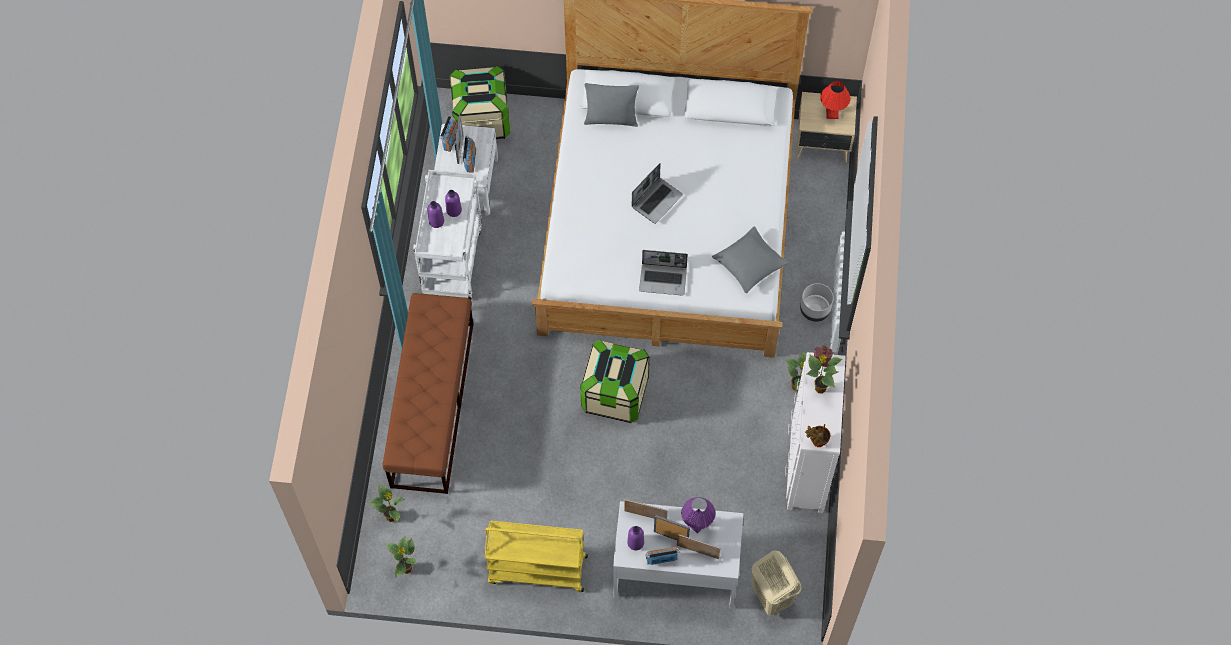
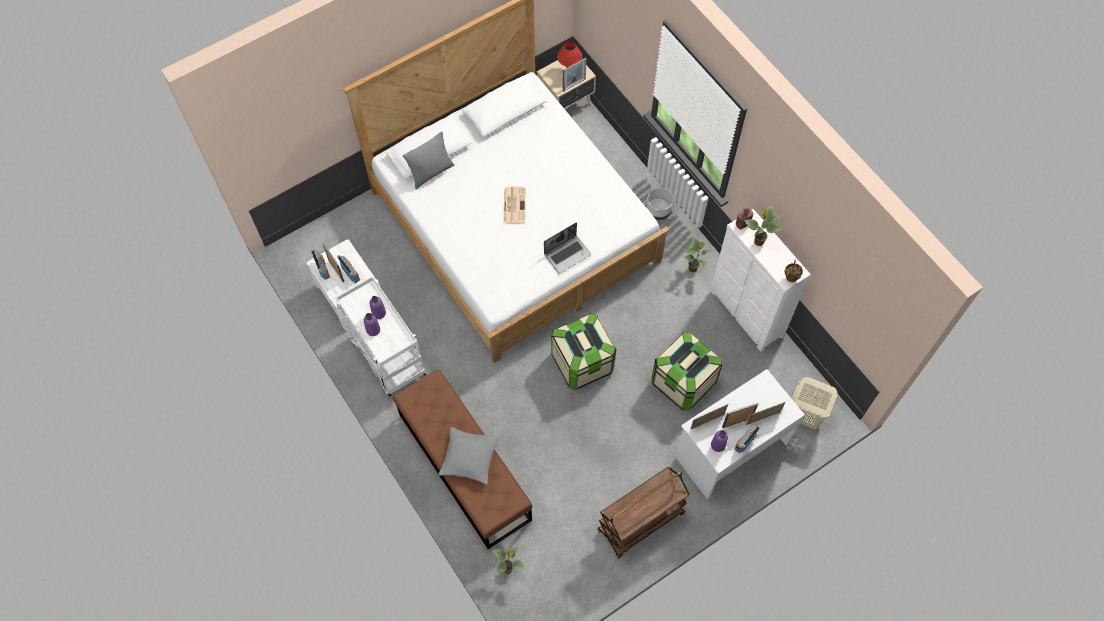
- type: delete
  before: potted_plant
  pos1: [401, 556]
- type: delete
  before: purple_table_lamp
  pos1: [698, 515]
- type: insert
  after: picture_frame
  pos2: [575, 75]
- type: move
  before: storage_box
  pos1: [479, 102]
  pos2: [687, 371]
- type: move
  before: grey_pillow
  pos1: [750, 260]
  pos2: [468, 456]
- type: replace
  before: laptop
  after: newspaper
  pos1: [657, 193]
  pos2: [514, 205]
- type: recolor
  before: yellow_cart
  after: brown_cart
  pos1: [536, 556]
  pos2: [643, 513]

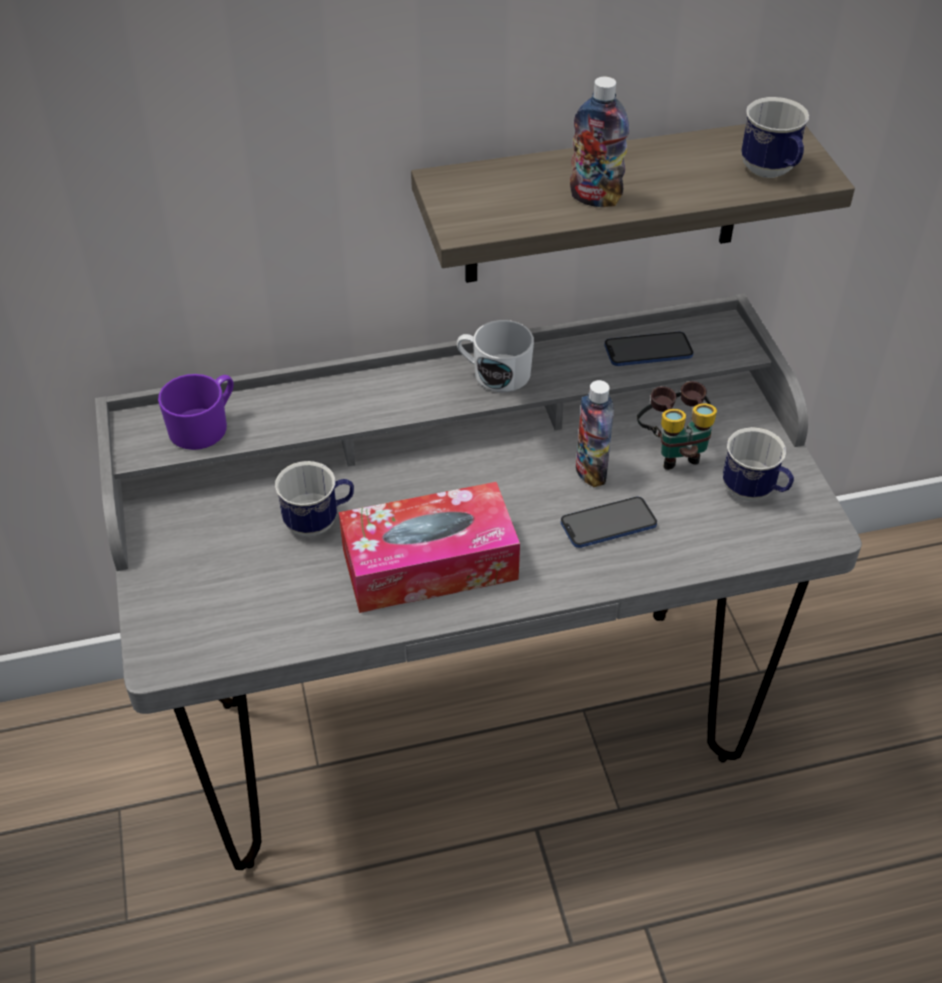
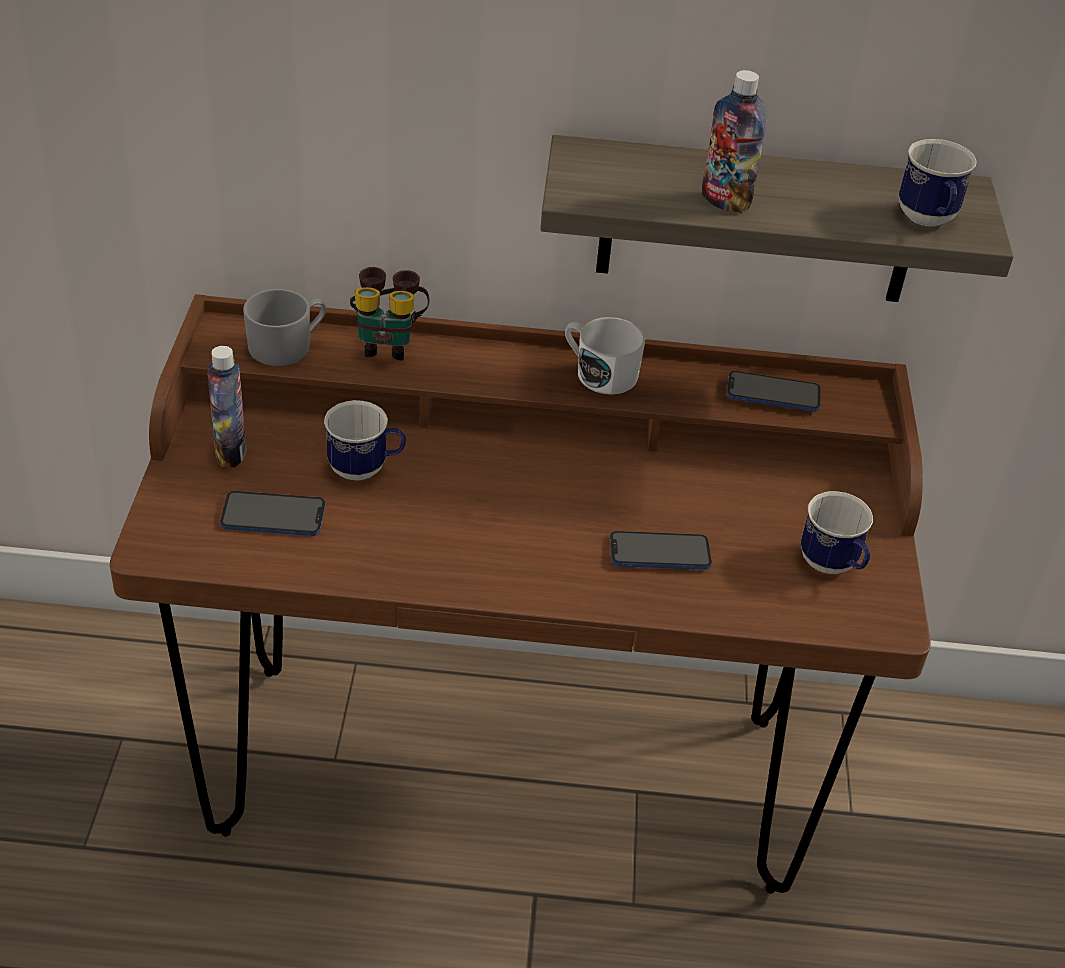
- type: delete
  before: tissue_box
  pos1: [429, 547]
- type: insert
  after: phone
  pos2: [272, 513]
- type: move
  before: bottle
  pos1: [595, 433]
  pos2: [226, 406]
- type: move
  before: binoculars
  pos1: [677, 425]
  pos2: [390, 314]
- type: recolor
  before: grey_desk
  after: brown_desk
  pos1: [478, 582]
  pos2: [520, 594]
- type: recolor
  before: purple_mug
  after: grey_mug
  pos1: [196, 412]
  pos2: [284, 327]

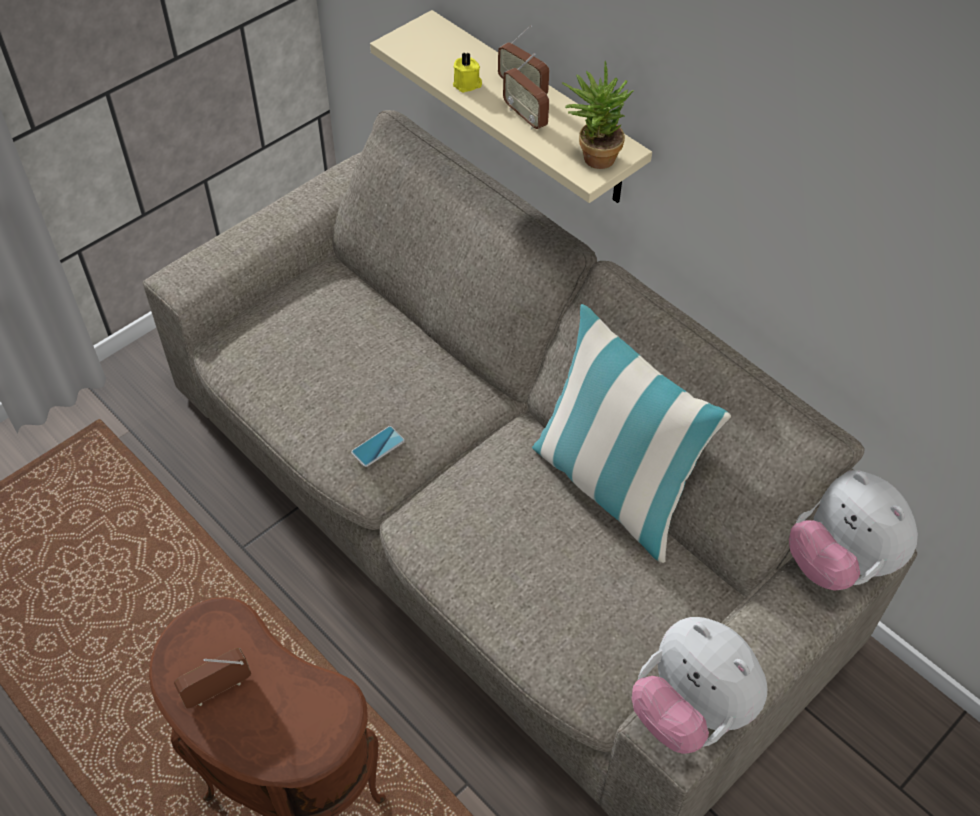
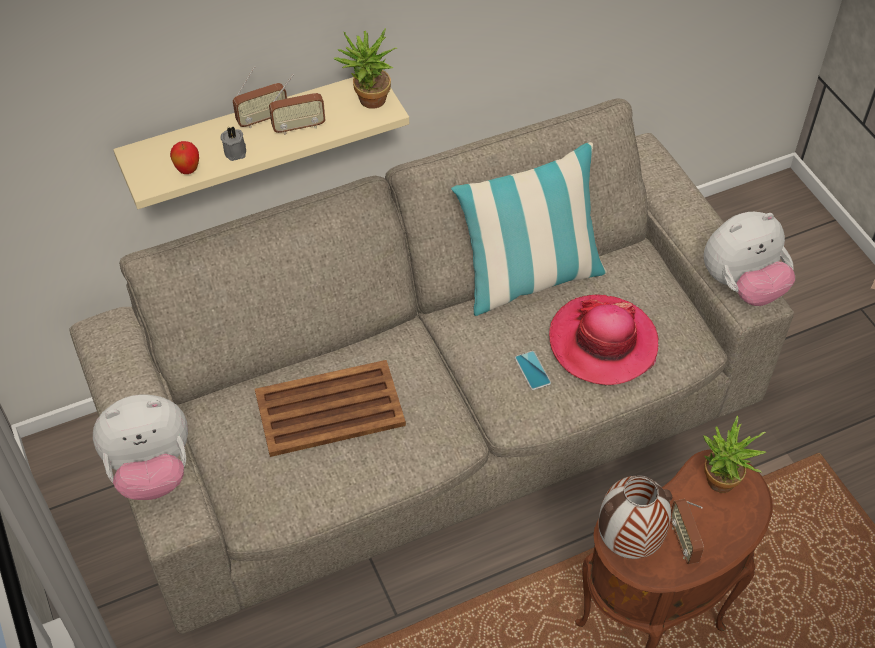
- type: insert
  after: apple
  pos2: [184, 157]
- type: insert
  after: brown_tray
  pos2: [330, 408]
- type: insert
  after: hat
  pos2: [603, 340]
- type: insert
  after: vase
  pos2: [635, 517]
- type: insert
  after: potted_plant
  pos2: [734, 454]
- type: move
  before: phone
  pos1: [378, 446]
  pos2: [533, 370]
- type: move
  before: plush_toy
  pos1: [853, 530]
  pos2: [140, 447]
- type: recolor
  before: yellow_candle
  after: grey_candle
  pos1: [467, 72]
  pos2: [233, 144]

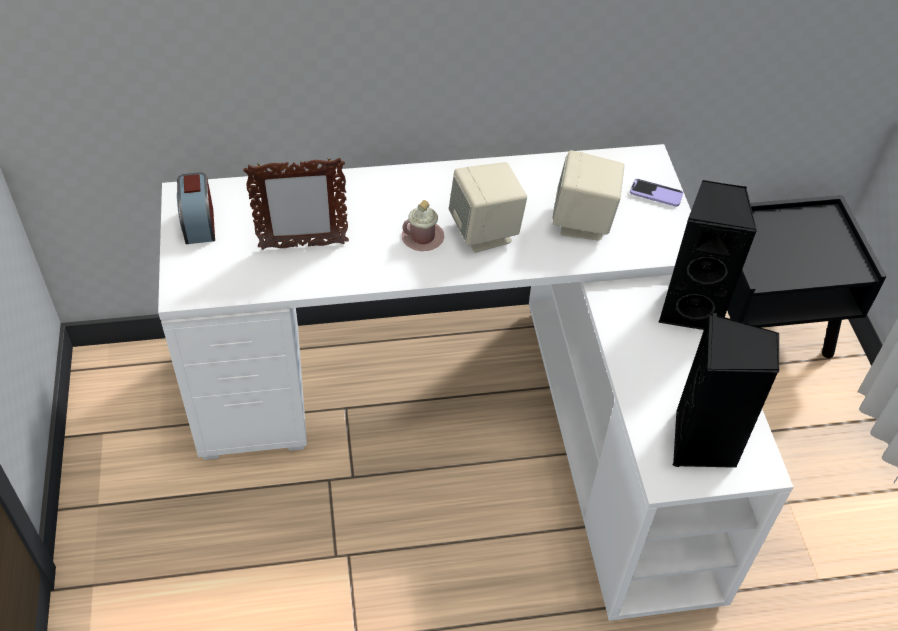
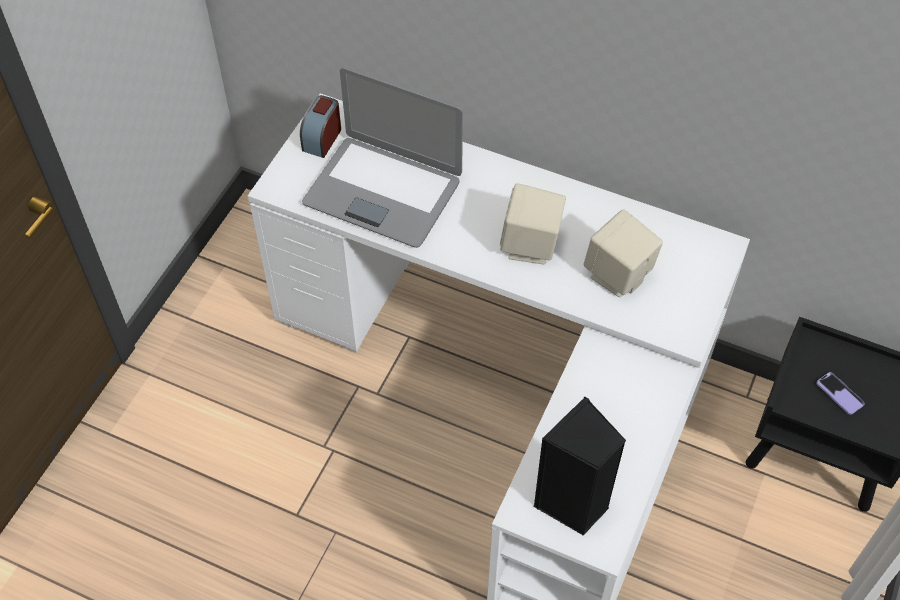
- type: delete
  before: pink_mug
  pos1: [423, 225]
- type: delete
  before: black_speaker
  pos1: [707, 255]
- type: move
  before: phone
  pos1: [656, 193]
  pos2: [840, 393]
- type: replace
  before: picture_frame
  after: laptop
  pos1: [296, 203]
  pos2: [382, 157]

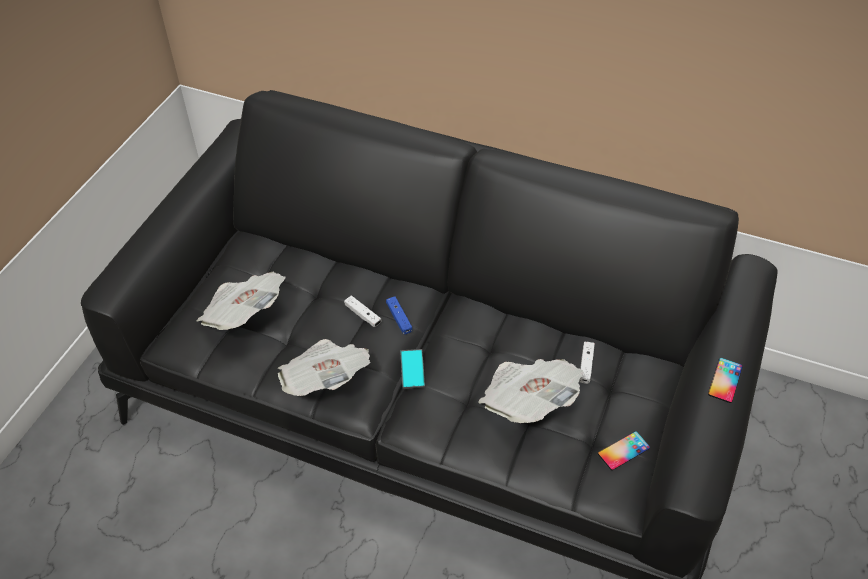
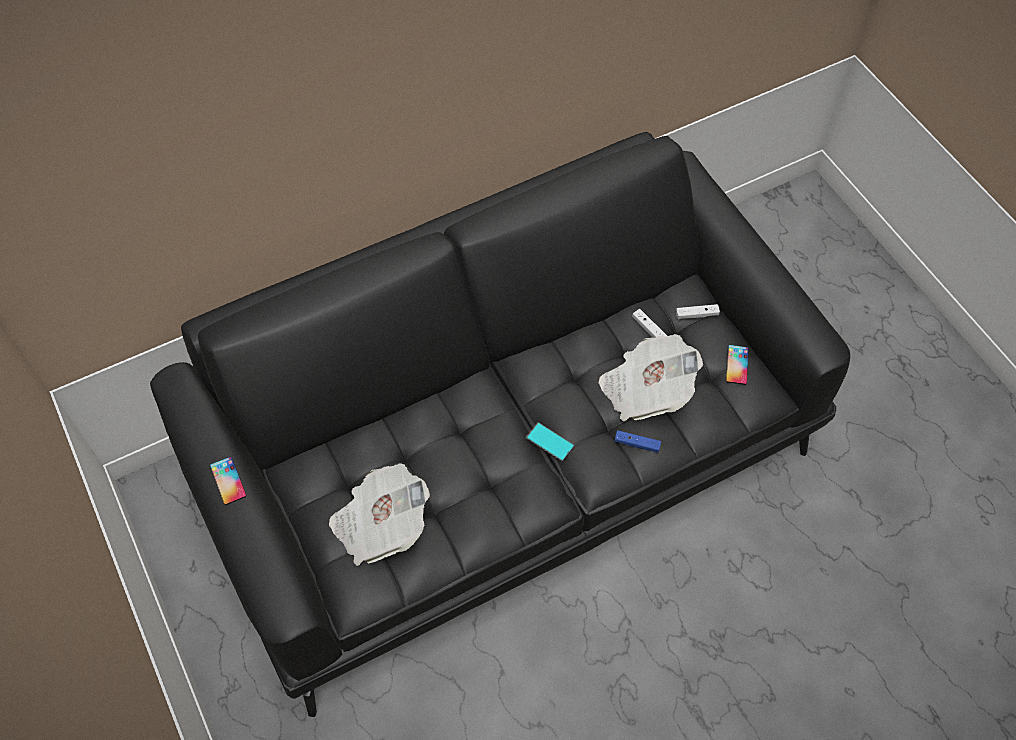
- type: delete
  before: newspaper
  pos1: [324, 367]
- type: move
  before: white_game_controller
  pos1: [362, 311]
  pos2: [698, 311]
- type: move
  before: blue_game_controller
  pos1: [399, 315]
  pos2: [638, 441]
- type: move
  before: phone
  pos1: [725, 380]
  pos2: [228, 481]

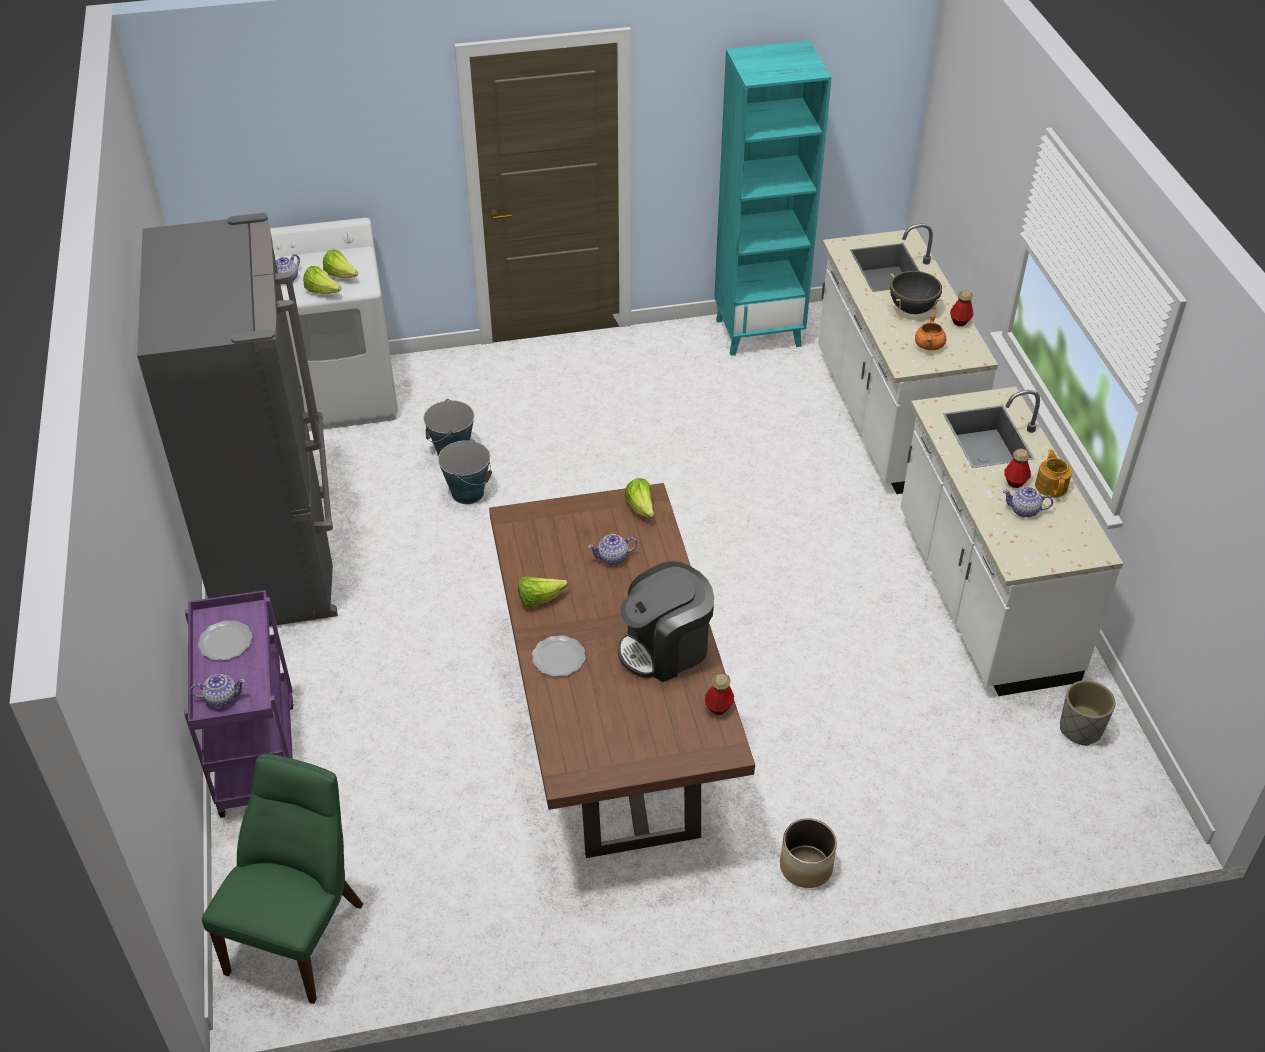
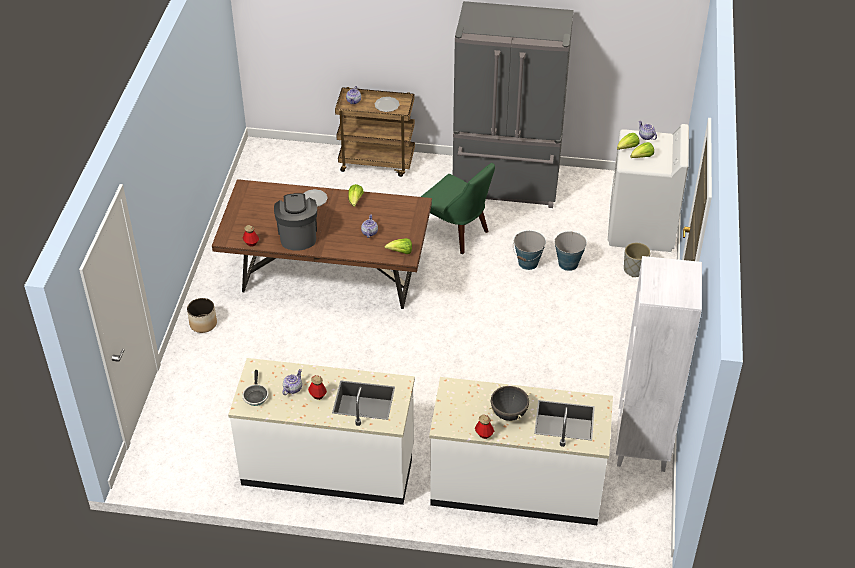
- type: delete
  before: orange_cooking_pot
  pos1: [930, 331]
- type: delete
  before: teapot
  pos1: [1053, 473]
- type: insert
  after: frying_pan
  pos2: [255, 388]
- type: move
  before: green_chair
  pos1: [282, 879]
  pos2: [458, 208]
- type: move
  before: grey_planter
  pos1: [1088, 713]
  pos2: [637, 260]
- type: recolor
  before: purple_cart
  after: brown_cart
  pos1: [239, 704]
  pos2: [375, 132]
- type: recolor
  before: turquoise_bookcase
  after: white_bookcase
  pos1: [773, 198]
  pos2: [659, 364]

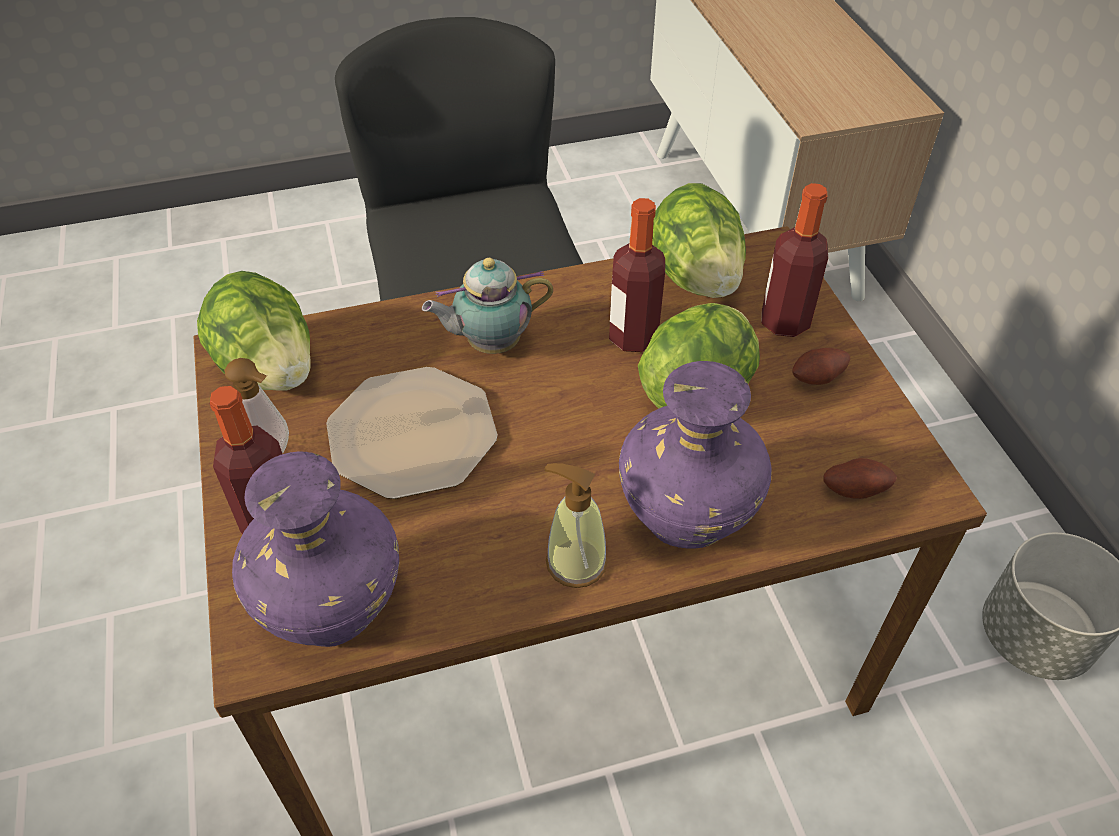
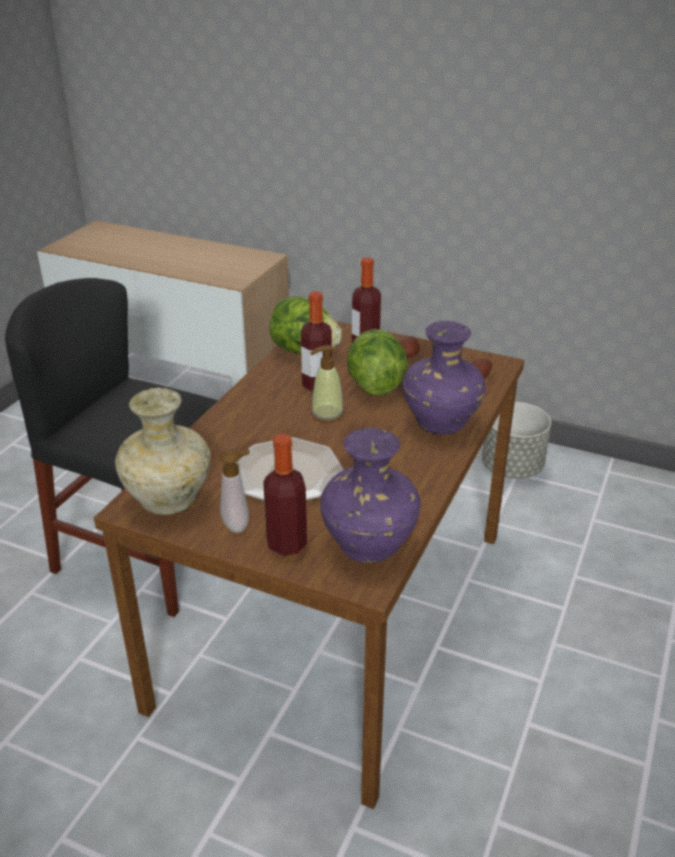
- type: delete
  before: teapot
  pos1: [487, 306]
- type: move
  before: soap_dispenser
  pos1: [576, 525]
  pos2: [327, 384]
- type: replace
  before: lettuce
  after: beige_vase
  pos1: [254, 331]
  pos2: [162, 451]

